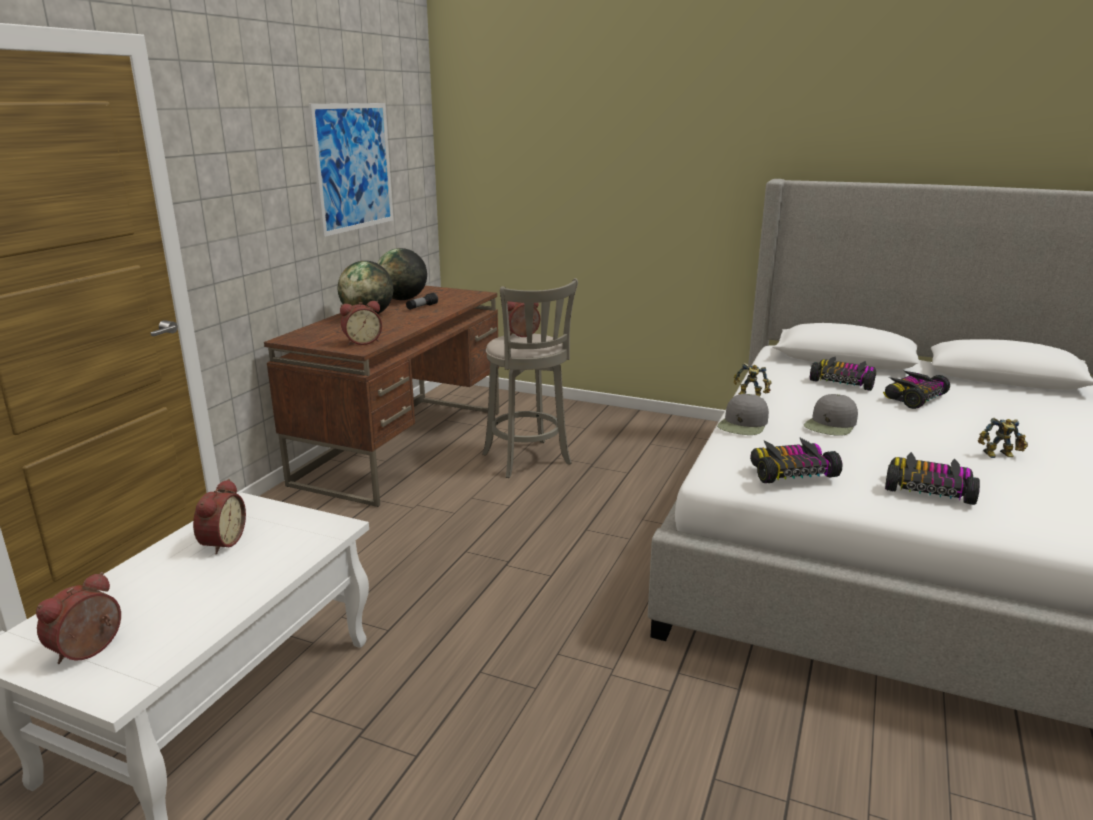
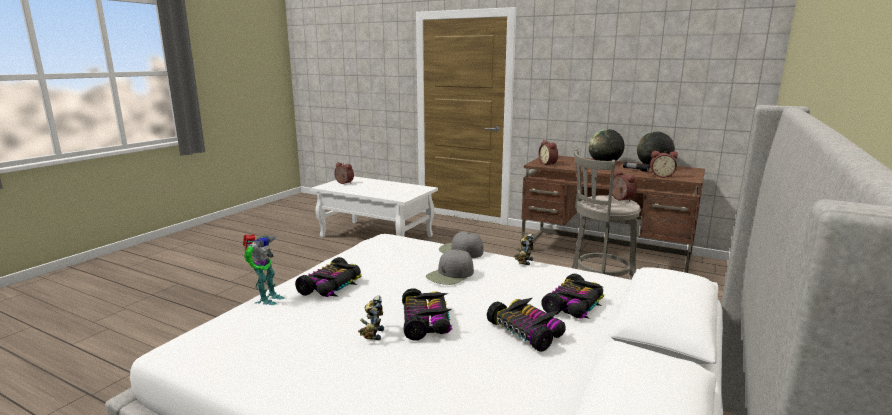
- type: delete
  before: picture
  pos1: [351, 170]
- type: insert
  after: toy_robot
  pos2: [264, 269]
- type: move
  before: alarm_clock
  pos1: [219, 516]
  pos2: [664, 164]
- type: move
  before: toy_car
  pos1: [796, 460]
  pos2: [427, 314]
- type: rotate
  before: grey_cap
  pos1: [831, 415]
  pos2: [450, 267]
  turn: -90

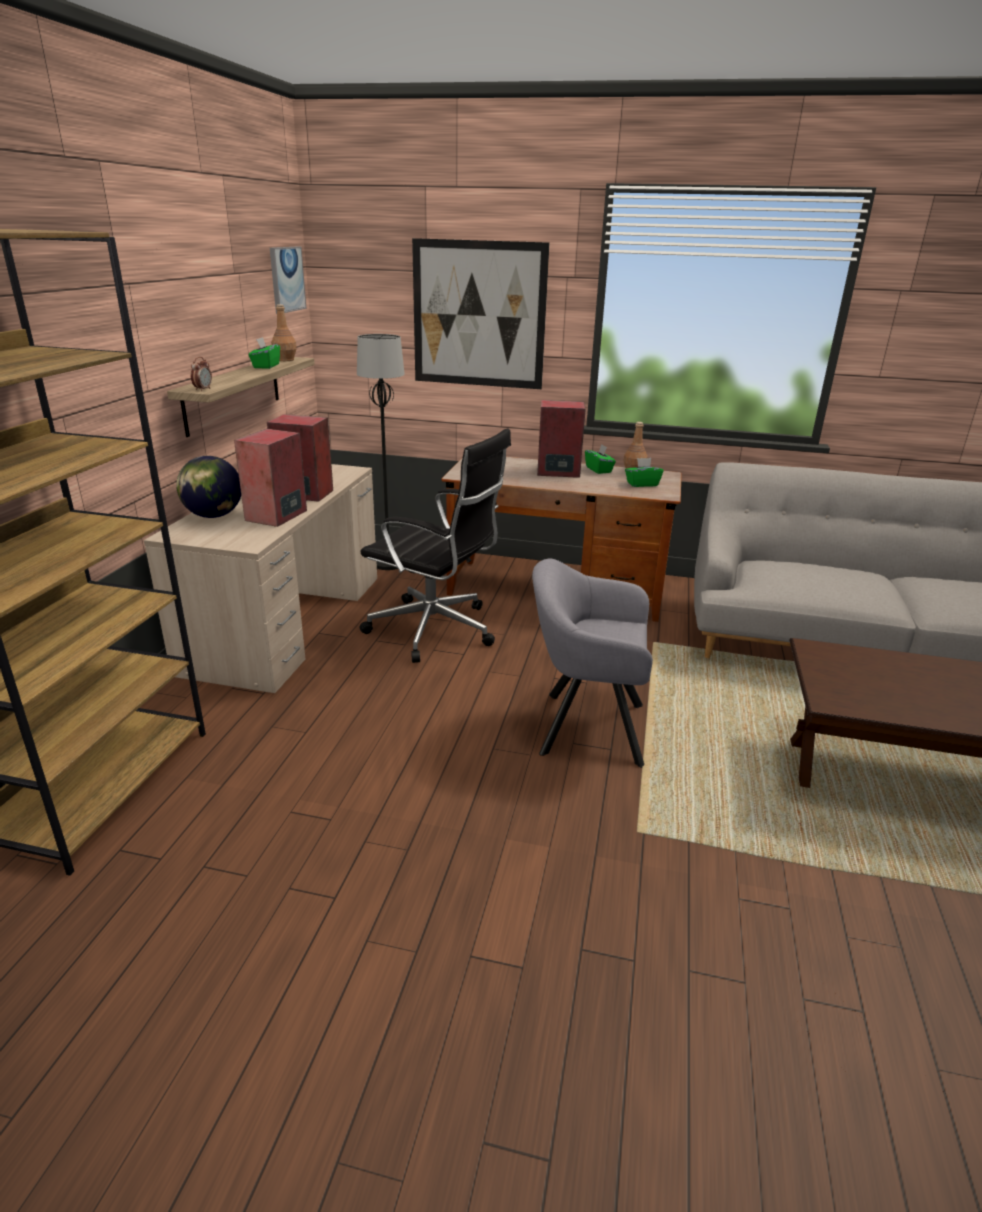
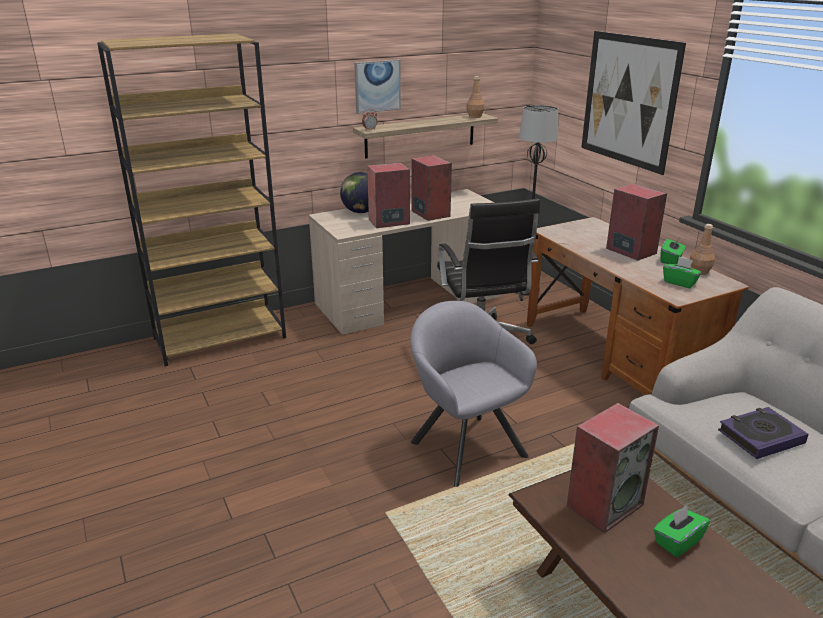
- type: insert
  after: speaker
  pos2: [613, 468]
- type: insert
  after: book
  pos2: [763, 433]
- type: move
  before: green_tissue_box
  pos1: [264, 353]
  pos2: [681, 531]
- type: move
  before: picture
  pos1: [288, 280]
  pos2: [377, 86]

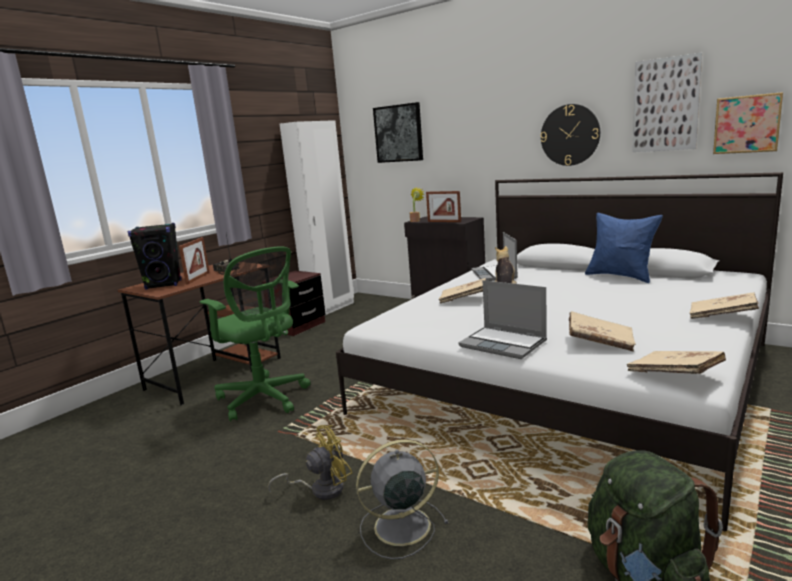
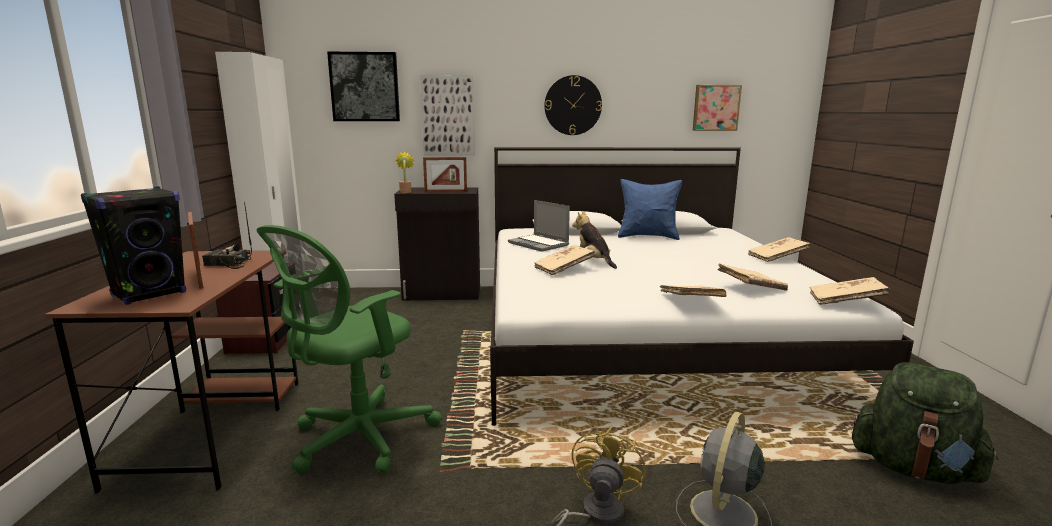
- type: move
  before: picture
  pos1: [667, 102]
  pos2: [447, 115]
- type: replace
  before: laptop
  after: beige_book
  pos1: [502, 319]
  pos2: [693, 291]
- type: rotate
  before: green_office_chair
  pos1: [255, 334]
  pos2: [349, 349]
  turn: 120

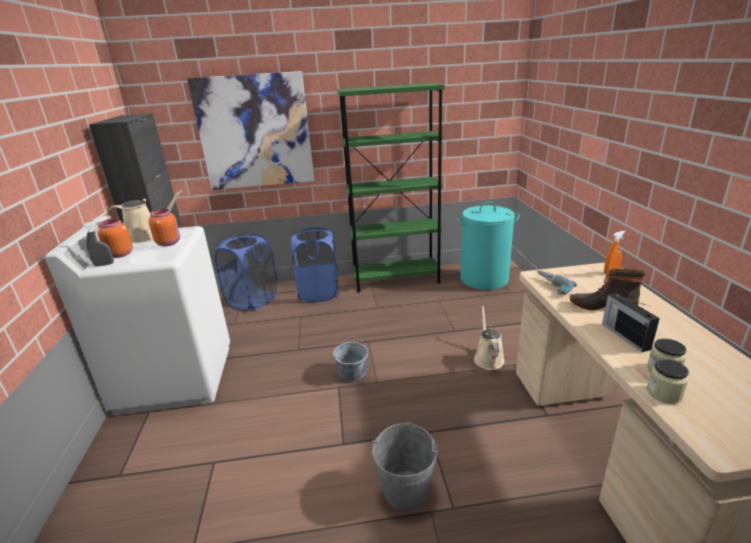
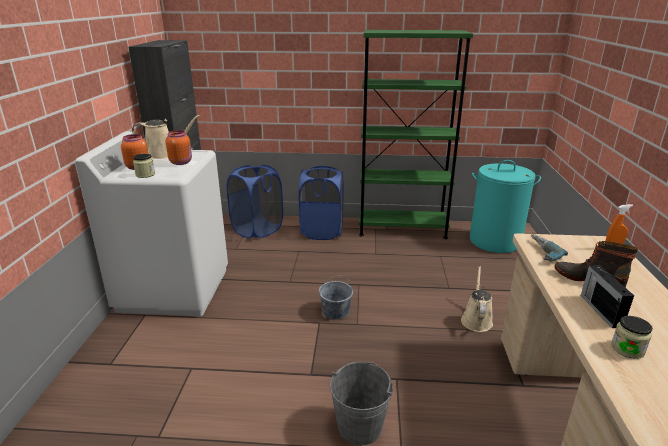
- type: delete
  before: grey_spray_bottle
  pos1: [98, 244]
- type: delete
  before: picture
  pos1: [251, 130]
- type: move
  before: jar
  pos1: [668, 381]
  pos2: [144, 165]

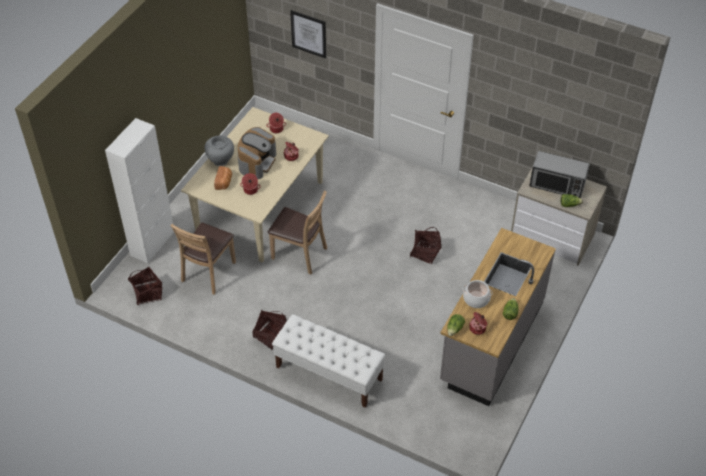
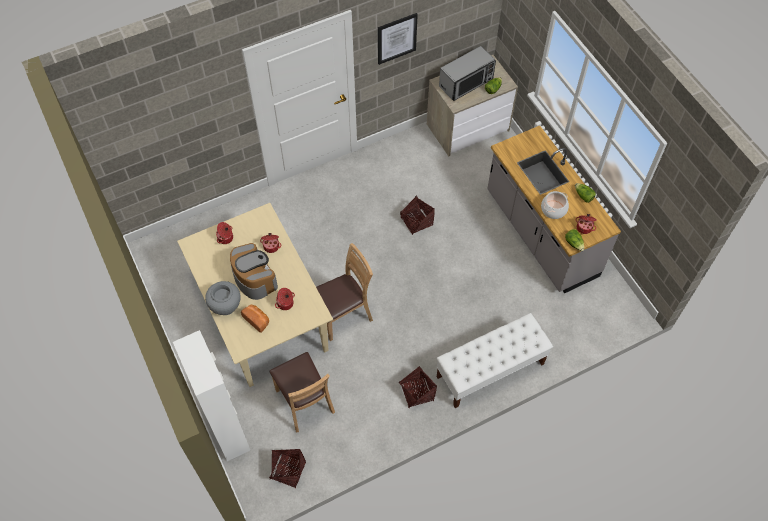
- type: move
  before: picture
  pos1: [308, 34]
  pos2: [398, 39]

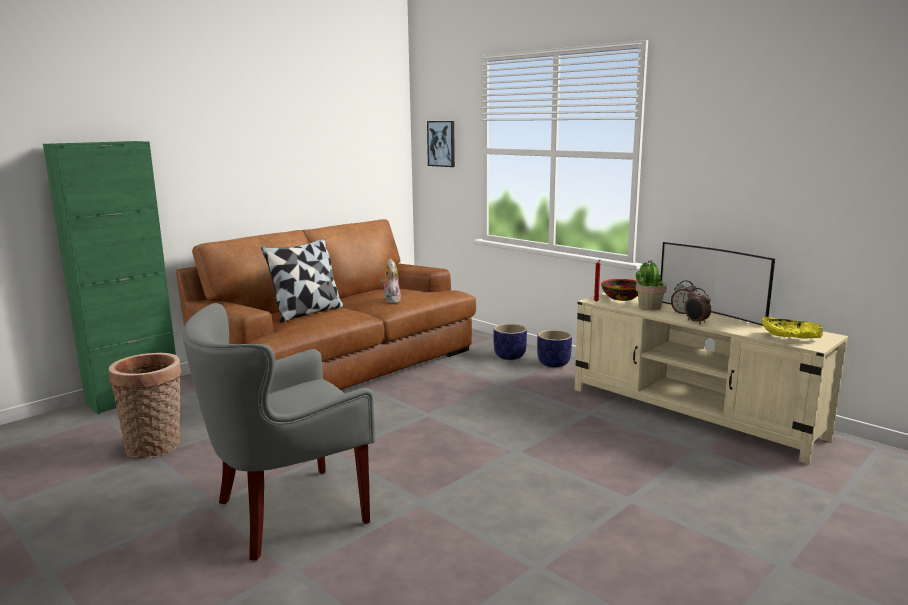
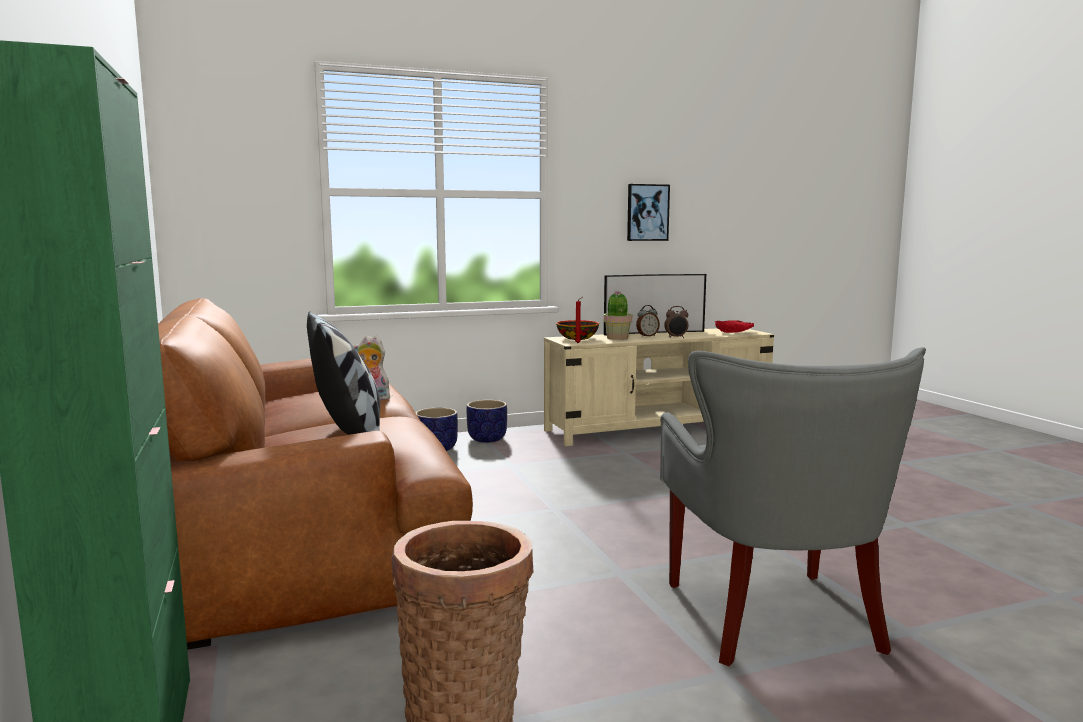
- type: move
  before: picture
  pos1: [441, 144]
  pos2: [648, 212]
- type: recolor
  before: yellow_bowl
  after: red_bowl
  pos1: [792, 328]
  pos2: [734, 326]

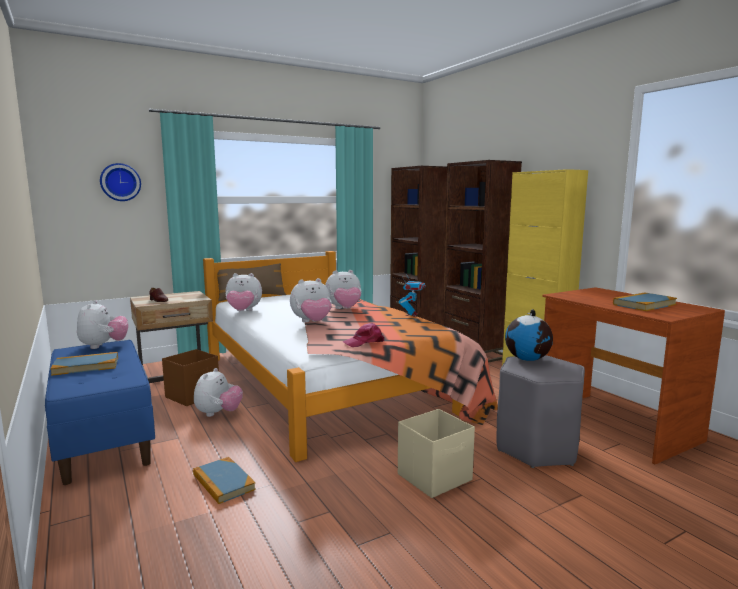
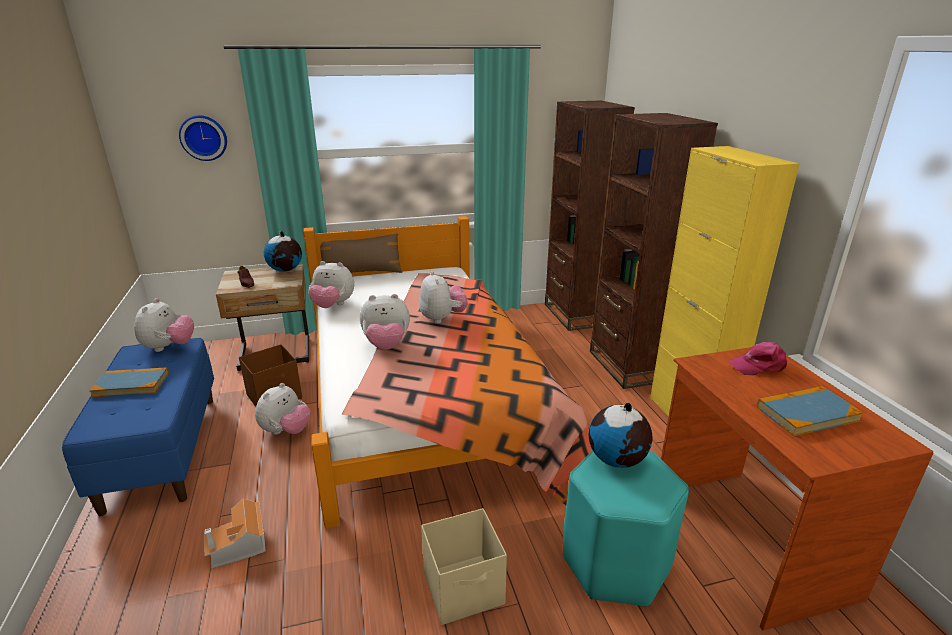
- type: delete
  before: toy_robot
  pos1: [412, 295]
- type: insert
  after: globe
  pos2: [283, 251]
- type: move
  before: pink_cap
  pos1: [363, 335]
  pos2: [757, 359]
- type: replace
  before: book
  after: toy_house
  pos1: [224, 480]
  pos2: [235, 533]
- type: recolor
  before: grey_stool
  after: turquoise_stool
  pos1: [541, 411]
  pos2: [626, 528]
- type: rotate
  before: plush_toy
  pos1: [343, 289]
  pos2: [443, 297]
  turn: -105

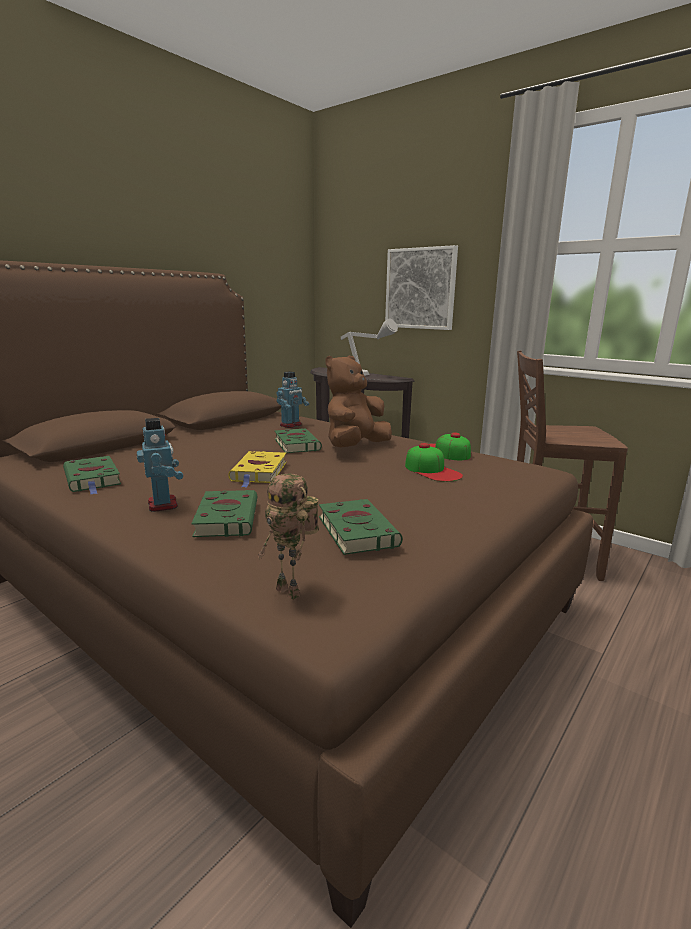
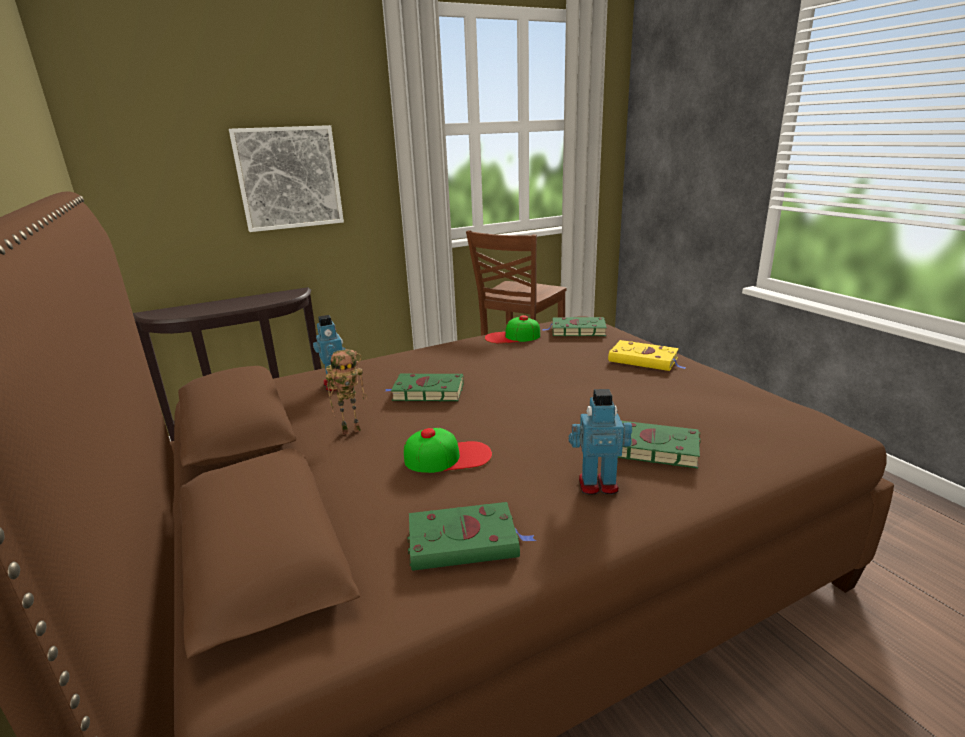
- type: delete
  before: brown_plush_toy
  pos1: [358, 401]
- type: delete
  before: grey_table_lamp
  pos1: [369, 347]
- type: move
  before: yellow_book
  pos1: [257, 469]
  pos2: [647, 355]
- type: move
  before: toy_robot
  pos1: [288, 537]
  pos2: [346, 392]
- type: move
  before: green_book
  pos1: [361, 527]
  pos2: [574, 326]
- type: move
  before: cap
  pos1: [434, 462]
  pos2: [448, 450]

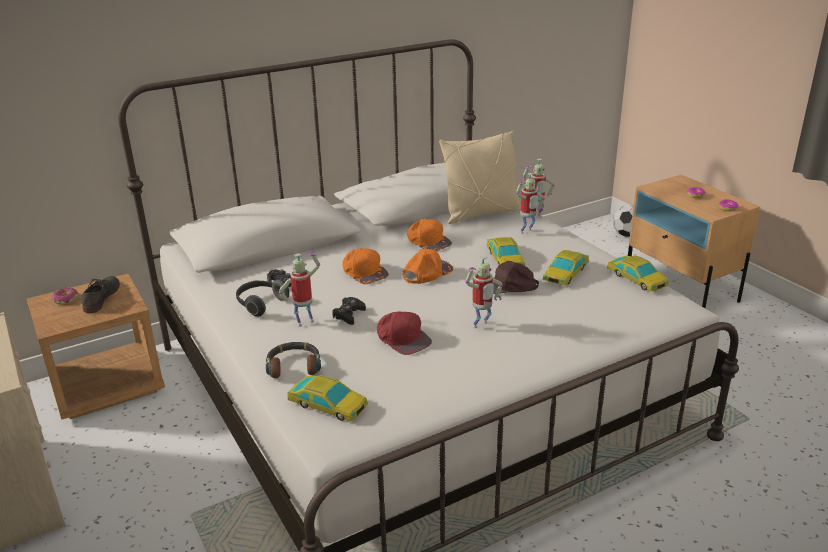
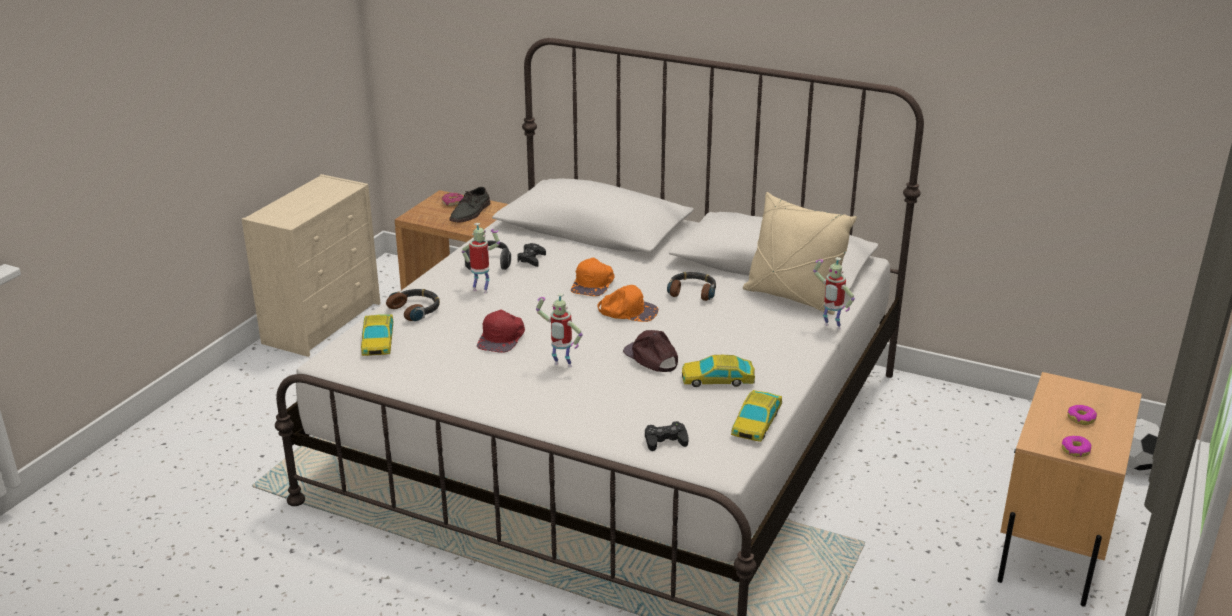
- type: delete
  before: toy_car
  pos1: [506, 251]
- type: delete
  before: toy_robot
  pos1: [530, 203]
- type: move
  before: black_game_controller
  pos1: [349, 311]
  pos2: [666, 436]
- type: replace
  before: orange_cap
  after: headphones
  pos1: [429, 235]
  pos2: [691, 286]
- type: rotate
  before: grey_shoe
  pos1: [100, 294]
  pos2: [470, 204]
  turn: 150

